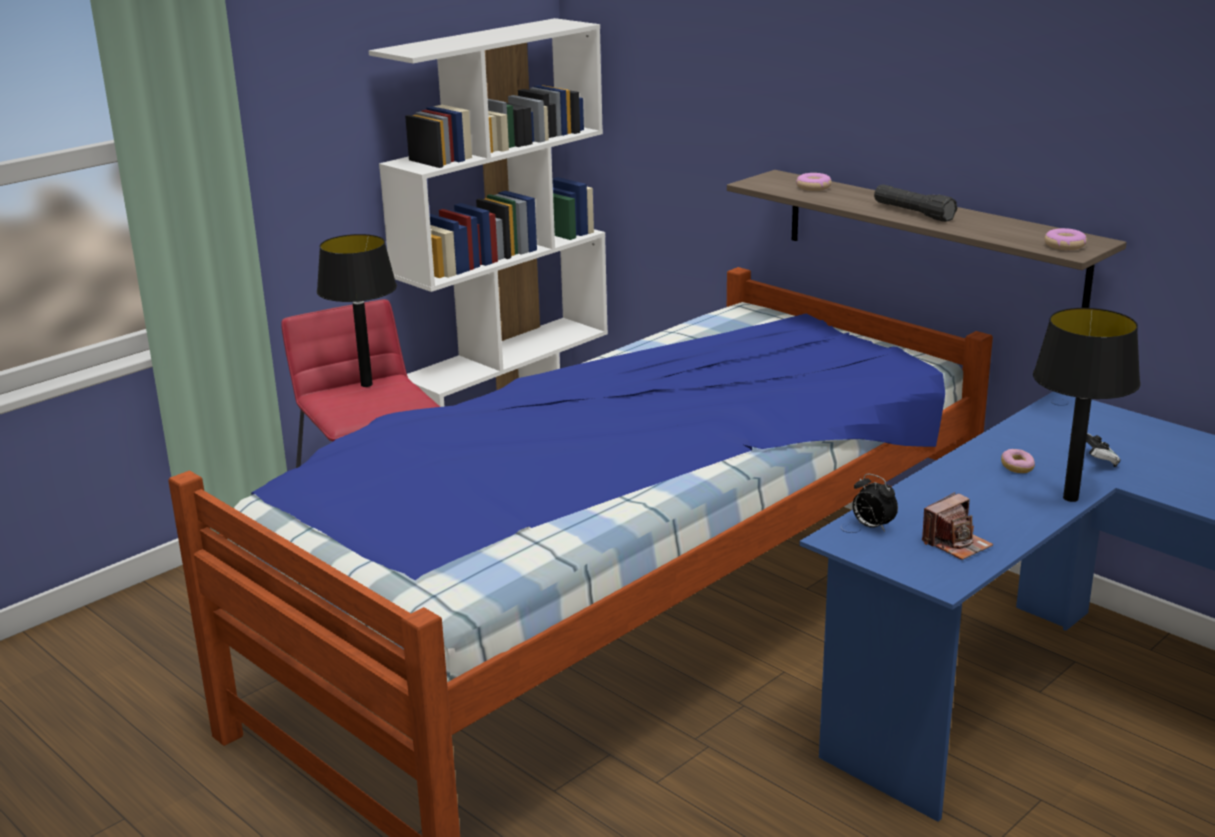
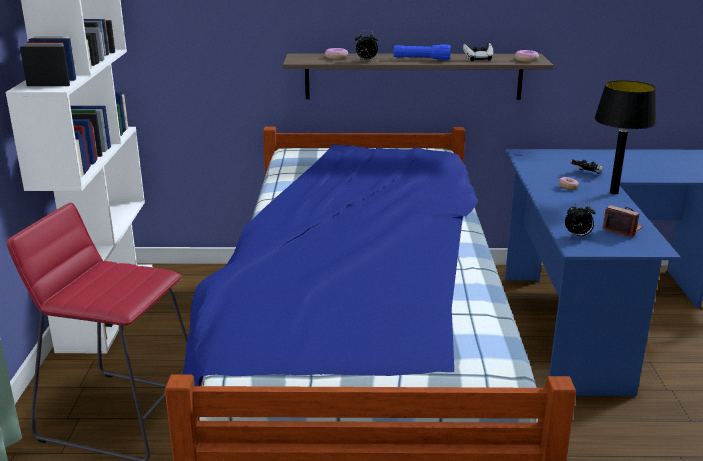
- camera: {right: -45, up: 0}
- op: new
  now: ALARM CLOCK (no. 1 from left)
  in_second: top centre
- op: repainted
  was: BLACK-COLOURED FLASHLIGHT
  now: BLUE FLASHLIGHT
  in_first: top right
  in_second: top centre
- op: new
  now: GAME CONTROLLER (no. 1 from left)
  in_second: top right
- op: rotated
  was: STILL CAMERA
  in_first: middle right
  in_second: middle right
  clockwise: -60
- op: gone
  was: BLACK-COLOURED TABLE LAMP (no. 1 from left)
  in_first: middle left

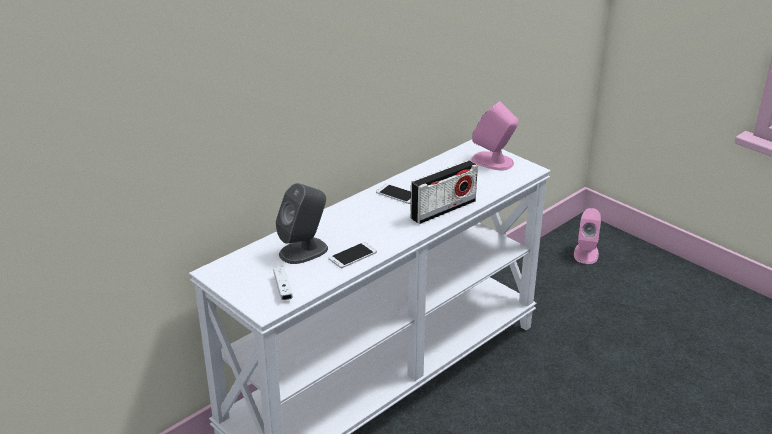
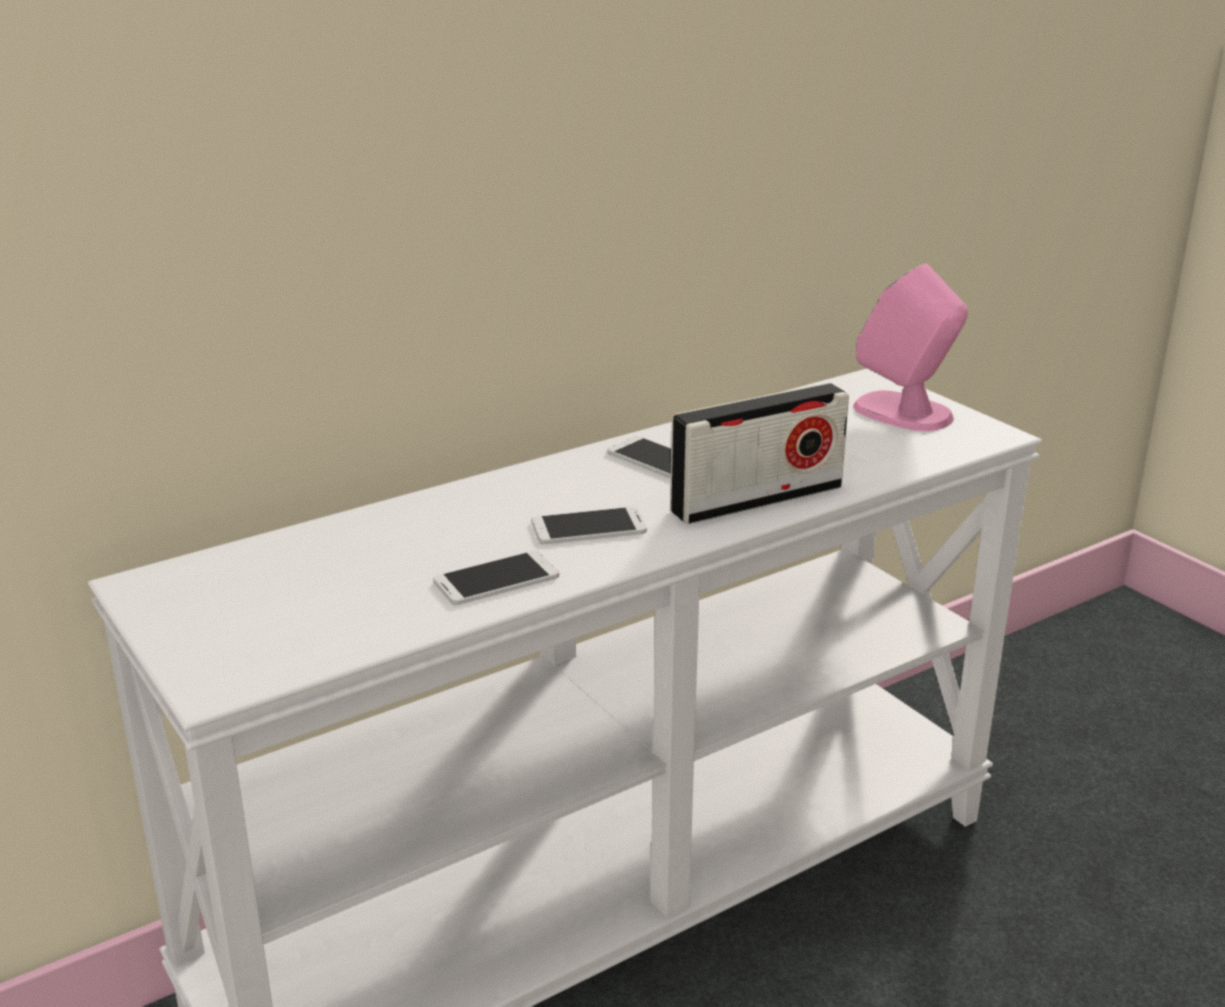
- camera: {right: 10, up: -5}
- op: new
  now: HANDSET (no. 2 from left)
  in_second: centre
- op: gone
  was: WHITISH GAME CONTROLLER
  in_first: centre
- op: gone
  was: GRAY SPEAKER
  in_first: centre
- op: gone
  was: PINKISH SPEAKER (no. 2 from left)
  in_first: middle right

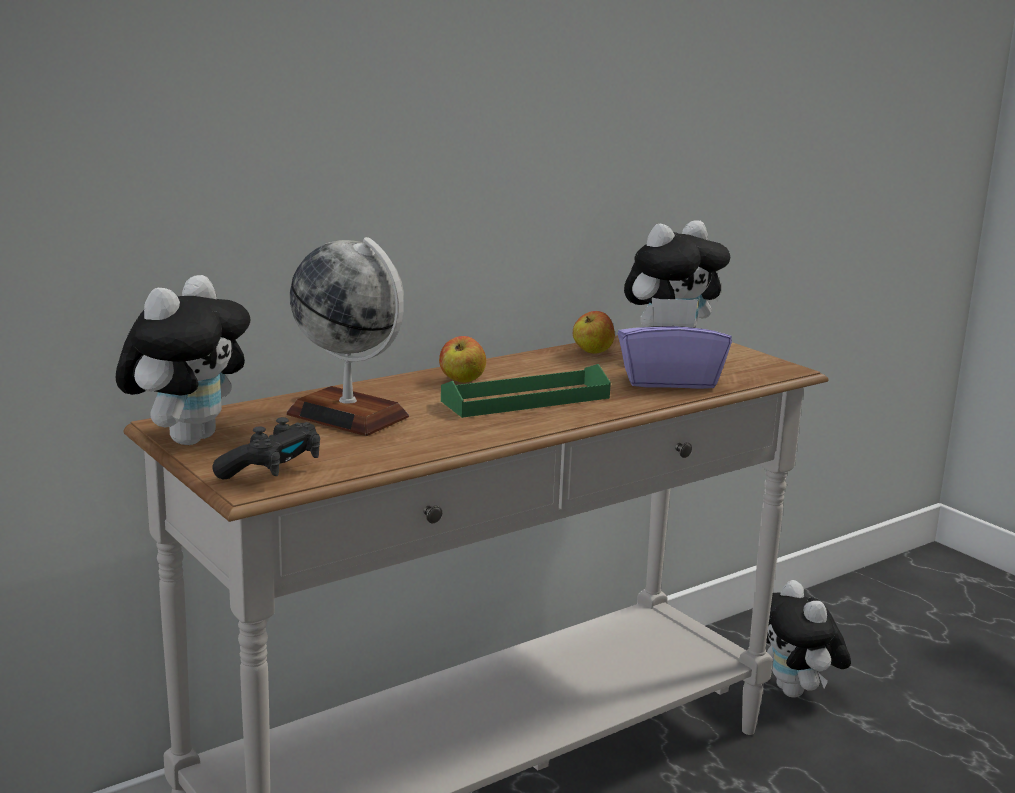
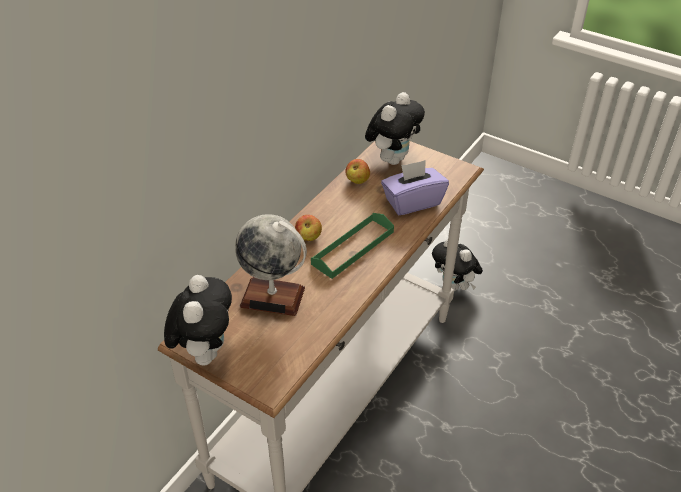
- camera: {right: -20, up: 25}
- op: gone
  was: BLACK-COLOURED GAME CONTROLLER
  in_first: middle left

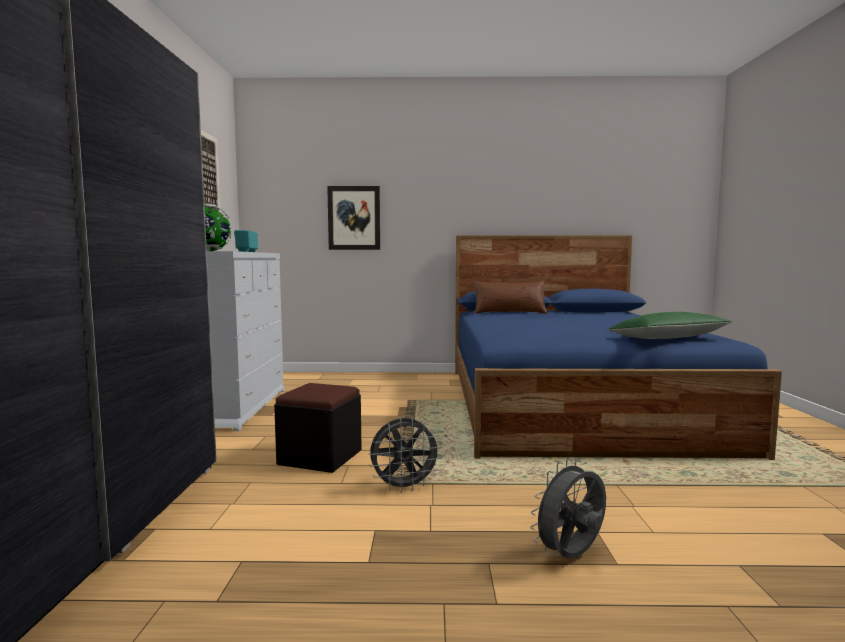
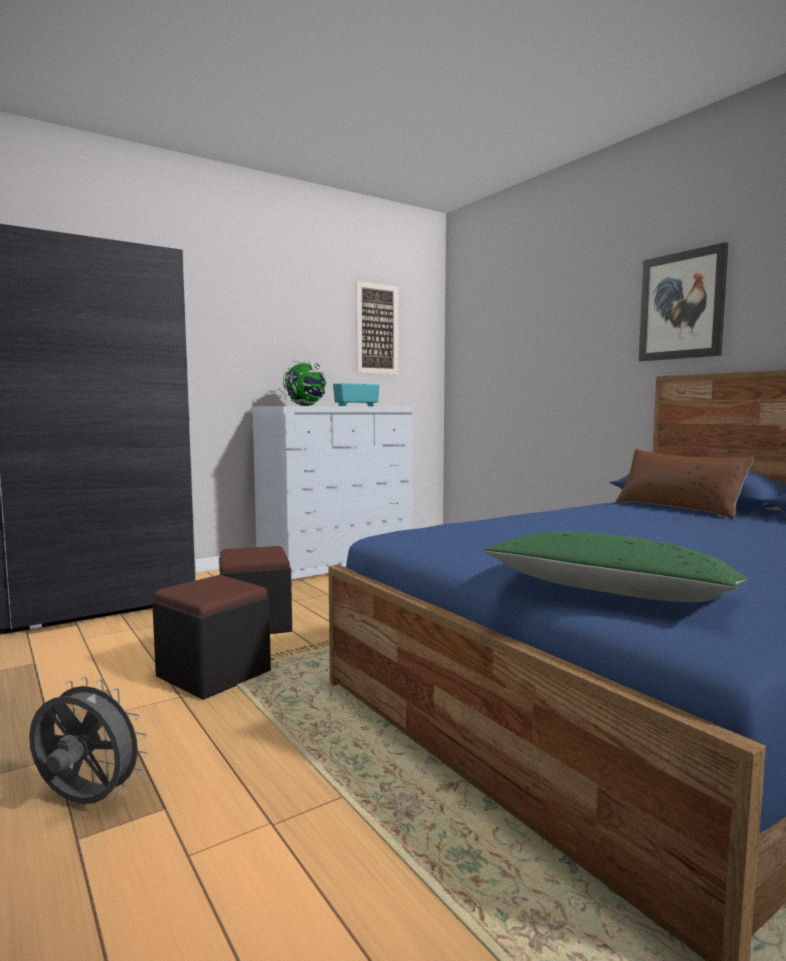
- camera: {right: 55, up: 0}
- op: swapped
  was: GRAY ELECTRIC FAN (no. 1 from left)
  now: BLACK-COLOURED FOOTREST (no. 1 from left)
  in_first: bottom centre
  in_second: middle left
- op: shifted
  was: WALL ART (no. 2 from left)
  in_first: centre
  in_second: top right

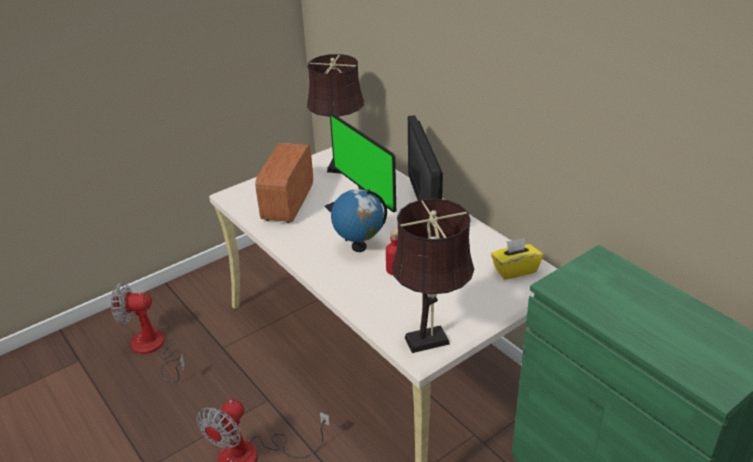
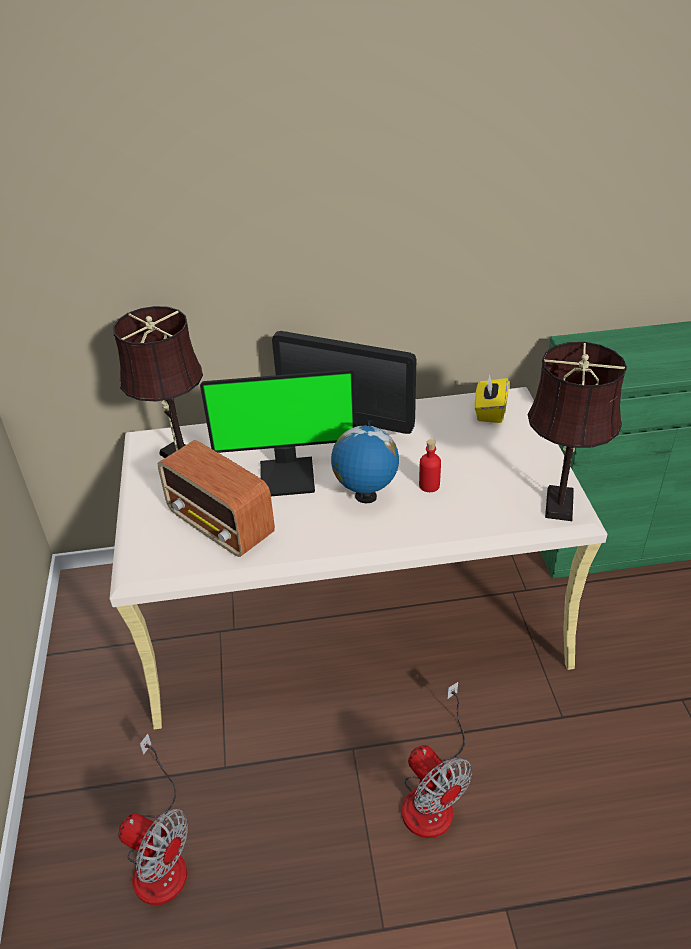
- camera: {right: -60, up: 5}
- op: rotated
  was: ELECTRIC FAN (no. 1 from left)
  in_first: bottom left
  in_second: bottom left
  clockwise: -90

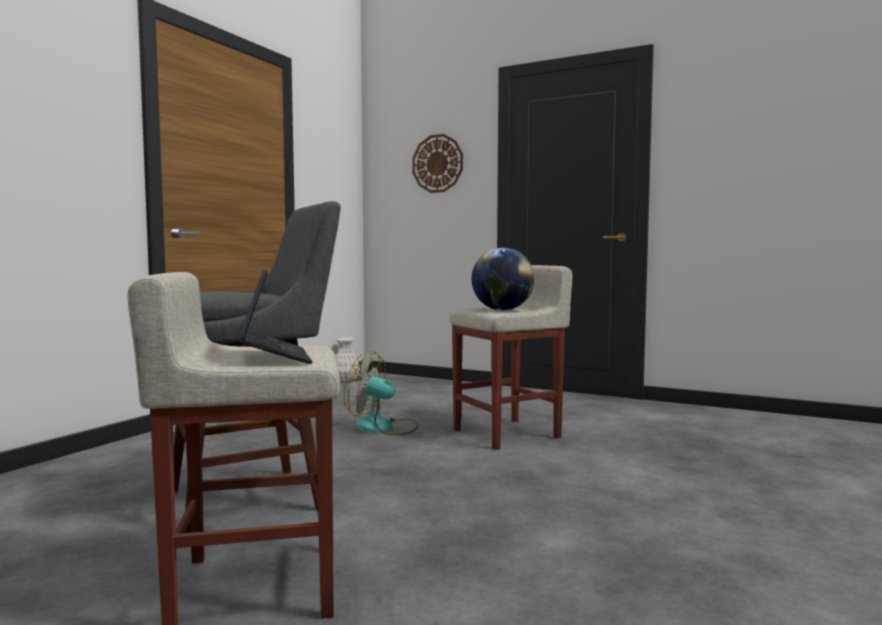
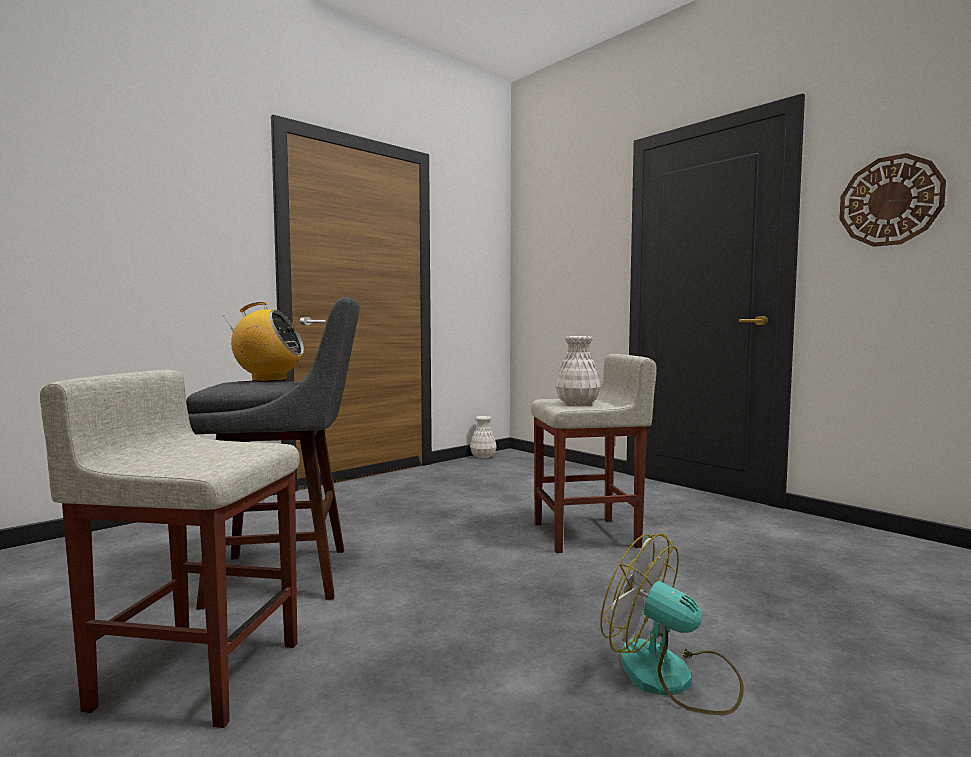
- camera: {right: 20, up: 0}
- op: new
  now: RADIO
  in_second: middle left
- op: swapped
  was: WORLD GLOBE
  now: WHITISH VASE (no. 2 from left)
  in_first: centre
  in_second: centre
- op: shifted
  was: ELECTRIC FAN
  in_first: centre
  in_second: bottom right
- op: shifted
  was: CLOCK ON THE WALL
  in_first: top centre
  in_second: top right
- op: gone
  was: NOTEBOOK COMPUTER
  in_first: middle left

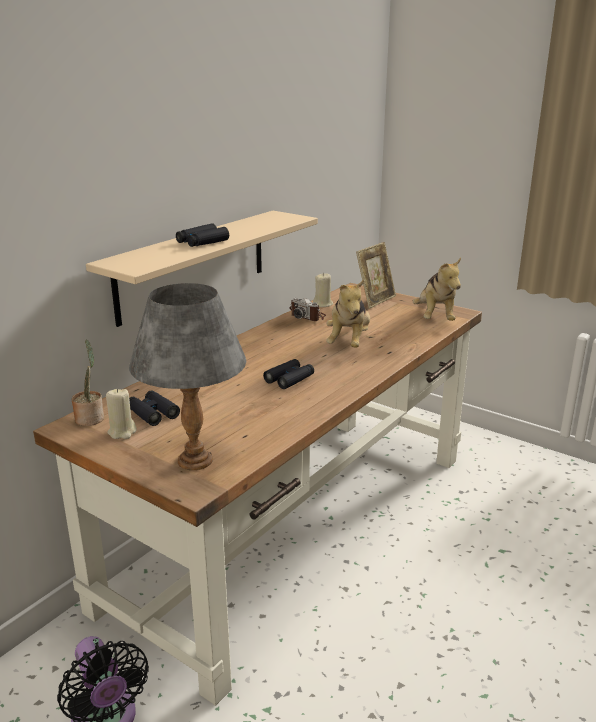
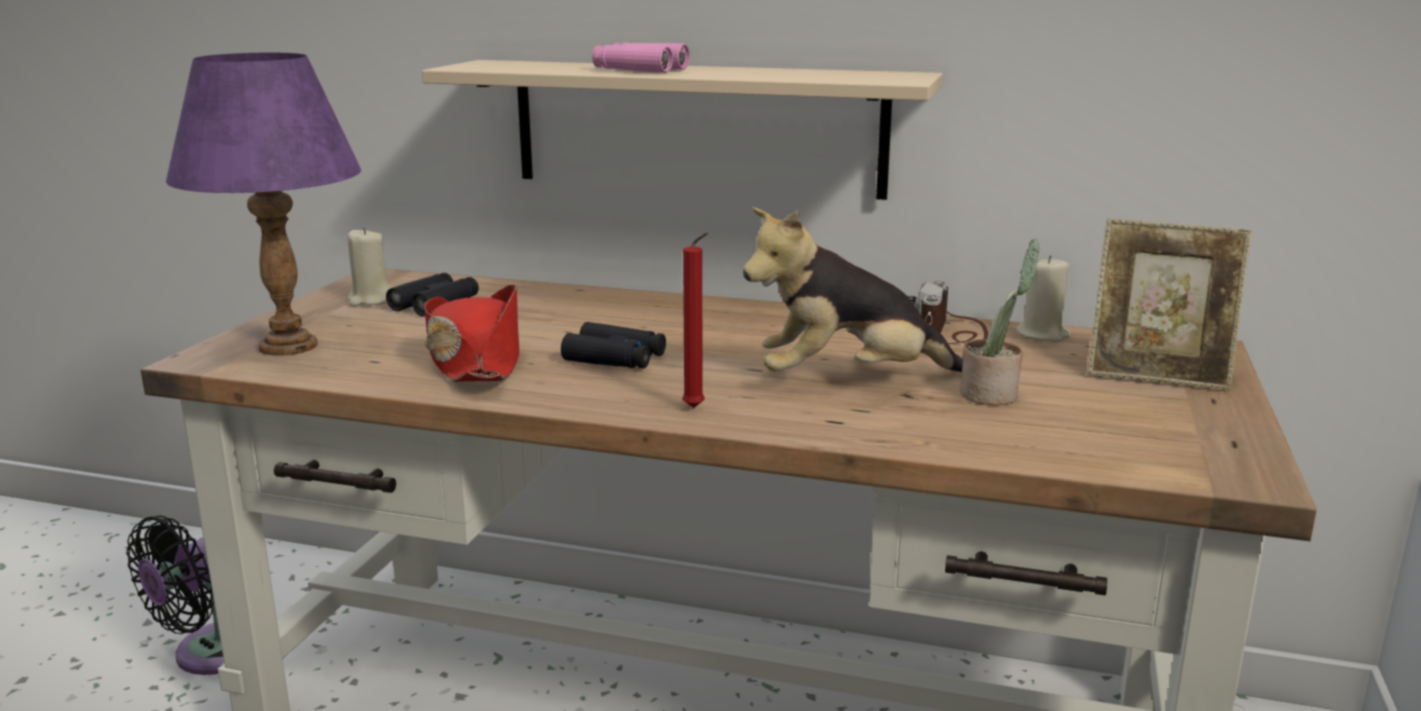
- camera: {right: 70, up: -5}
- op: repainted
  was: GRAY TABLE LAMP
  now: PURPLE TABLE LAMP
  in_first: middle left
  in_second: top left
- op: new
  now: REDDISH HAT
  in_second: middle left
- op: repainted
  was: BLACK-COLOURED BINOCULARS (no. 2 from left)
  now: PINKISH BINOCULARS
  in_first: top centre
  in_second: top centre
- op: new
  now: REDDISH WAX CANDLE
  in_second: centre
- op: shifted
  was: PLANT IN A POT
  in_first: middle left
  in_second: middle right
- op: gone
  was: SOFT TOY (no. 2 from left)
  in_first: middle right

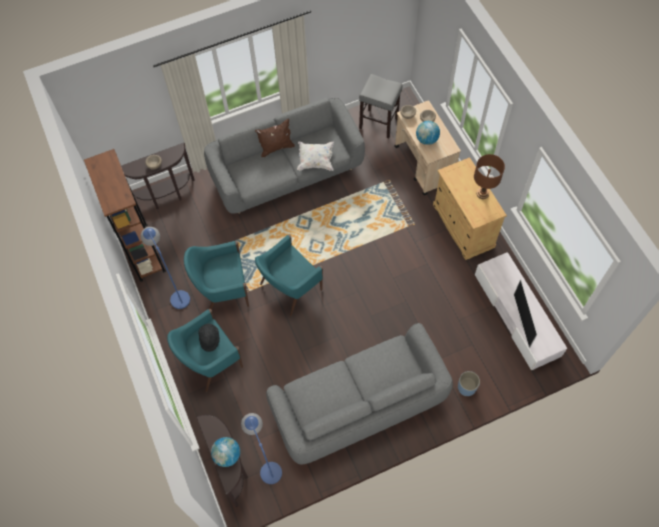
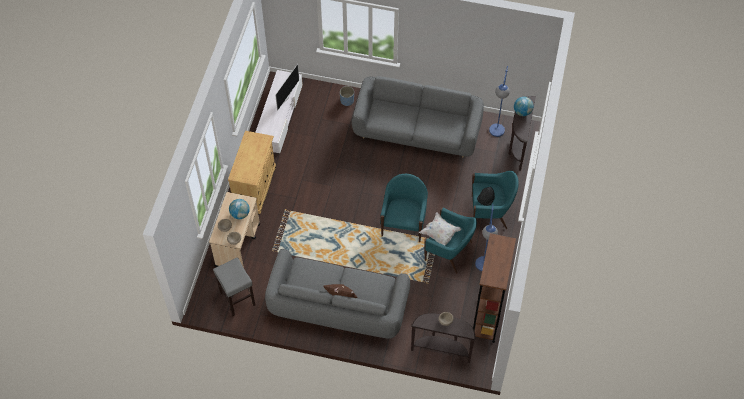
- camera: {right: -145, up: -5}
- op: rotated
  was: BLUE-GREEN ARMCHAIR (no. 3 from left in the first image)
  in_first: centre
  in_second: centre
  clockwise: -75
- op: shifted
  was: WHITISH THROW PILLOW
  in_first: top centre
  in_second: centre
- op: gone
  was: BROWN-COLOURED TABLE LAMP
  in_first: middle right

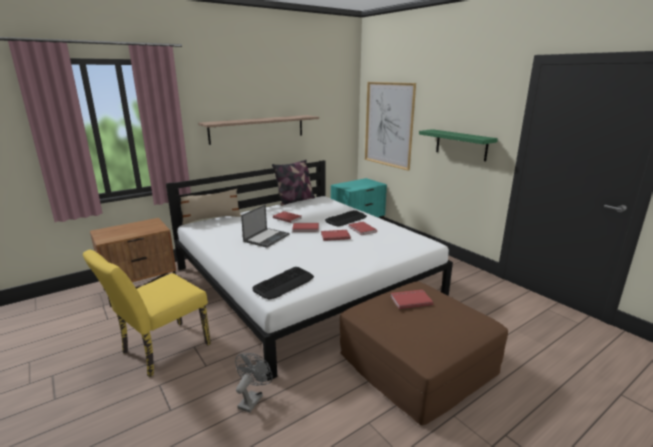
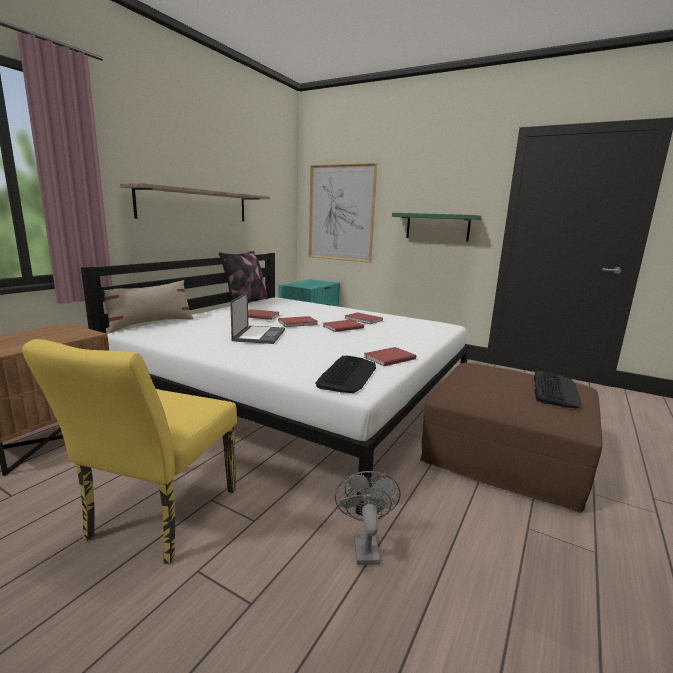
- camera: {right: -25, up: -5}
- op: shifted
  was: REDDISH BOUND BOOK (no. 5 from left)
  in_first: bottom centre
  in_second: centre
- op: shifted
  was: PC KEYBOARD (no. 2 from left)
  in_first: centre
  in_second: middle right

